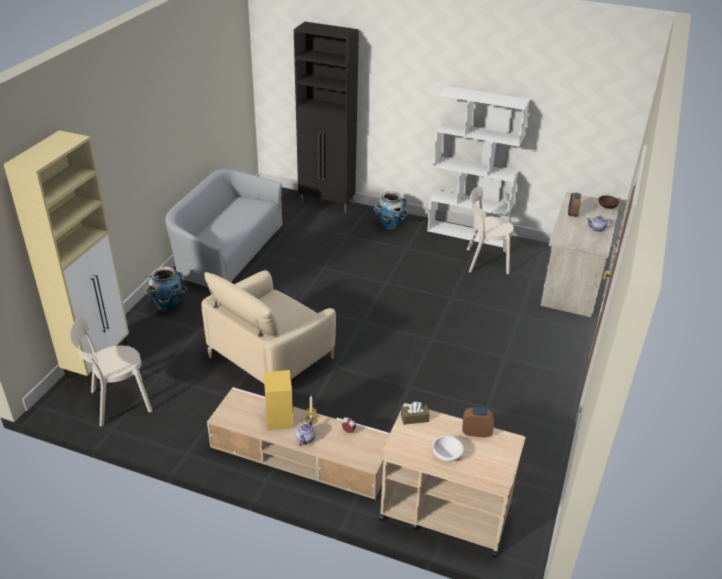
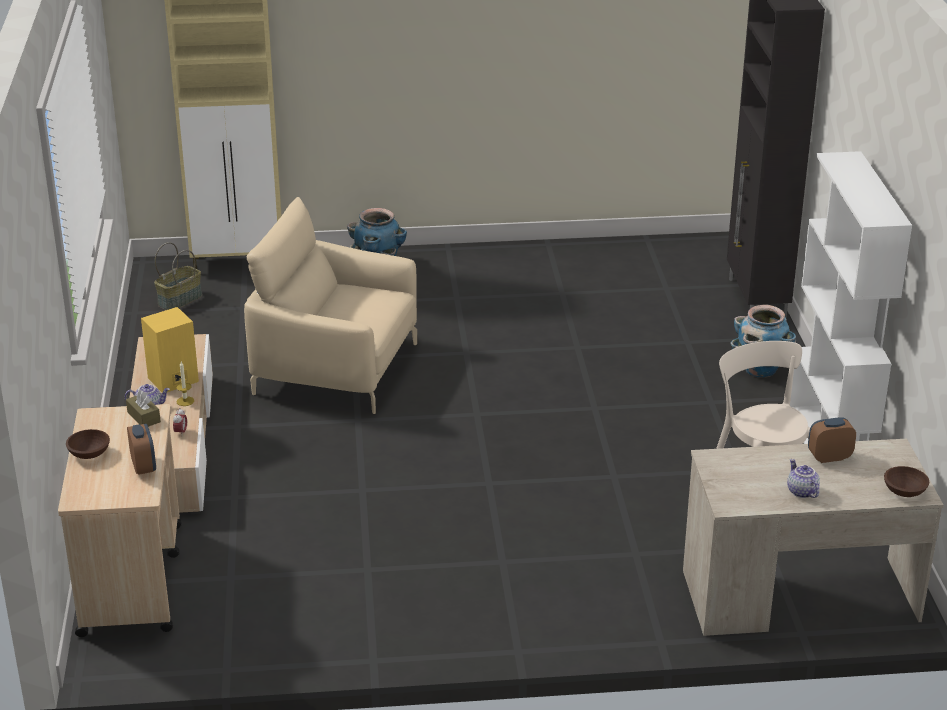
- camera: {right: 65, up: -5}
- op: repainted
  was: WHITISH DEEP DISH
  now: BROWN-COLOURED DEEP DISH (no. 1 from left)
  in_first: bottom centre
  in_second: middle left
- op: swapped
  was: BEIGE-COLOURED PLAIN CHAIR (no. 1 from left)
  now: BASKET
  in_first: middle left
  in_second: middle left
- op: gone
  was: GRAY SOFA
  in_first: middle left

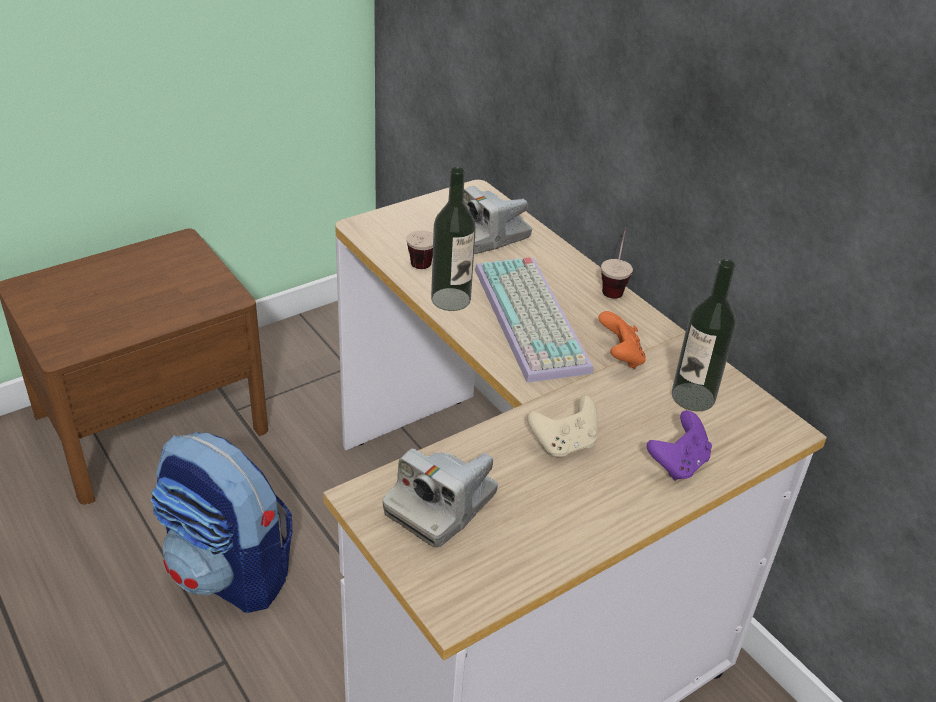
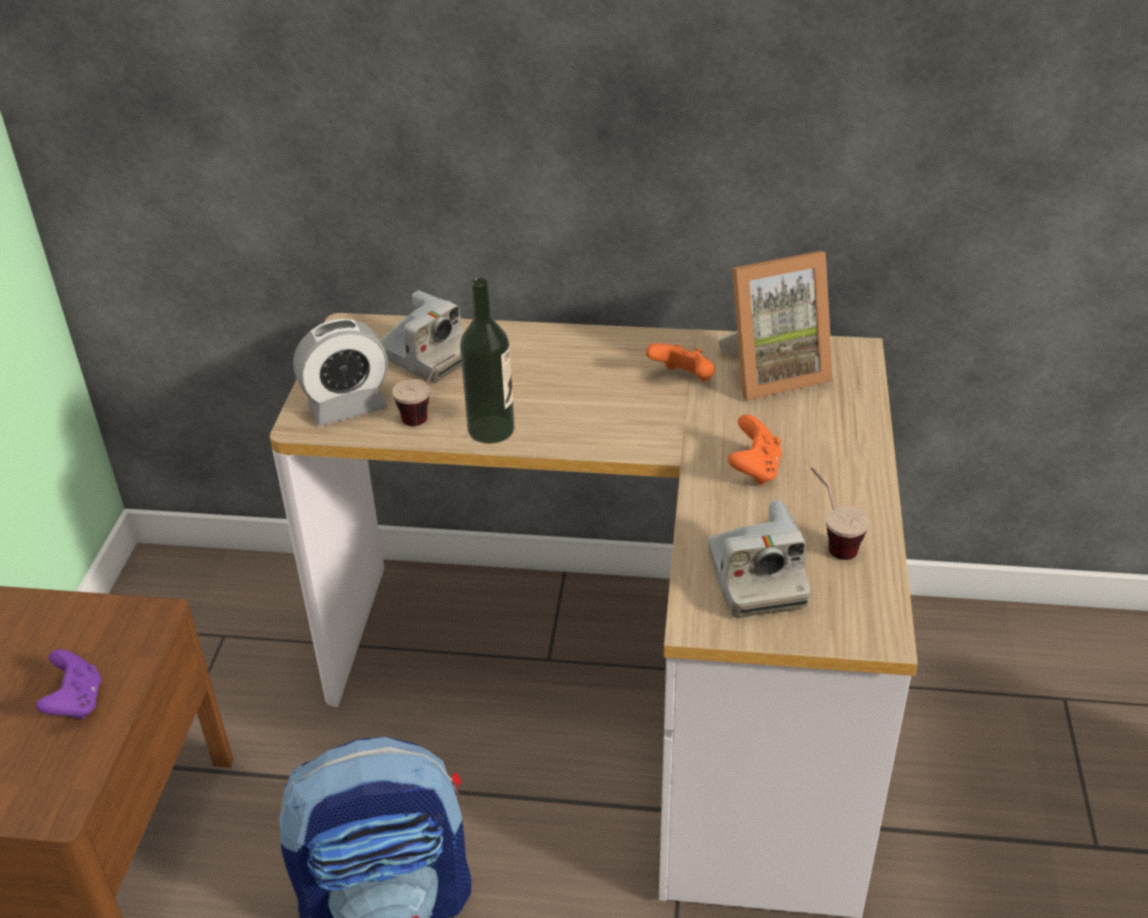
- camera: {right: -45, up: 0}
- op: shifted
  was: PURPLE GAME CONTROLLER
  in_first: middle right
  in_second: bottom left
- op: new
  now: ALARM CLOCK
  in_second: middle left
- op: rotated
  was: STILL CAMERA (no. 2 from left in the first image)
  in_first: top centre
  in_second: centre
  clockwise: -60
- op: swapped
  was: DRINK BOTTLE (no. 2 from left)
  now: PHOTO FRAME
  in_first: middle right
  in_second: middle right
- op: repainted
  was: BEIGE-COLOURED GAME CONTROLLER
  now: ORANGE-COLOURED GAME CONTROLLER (no. 2 from left)
  in_first: centre
  in_second: centre
- op: shifted
  was: DRINKING CUP (no. 2 from left)
  in_first: centre
  in_second: middle right
- op: gone
  was: PC KEYBOARD
  in_first: centre

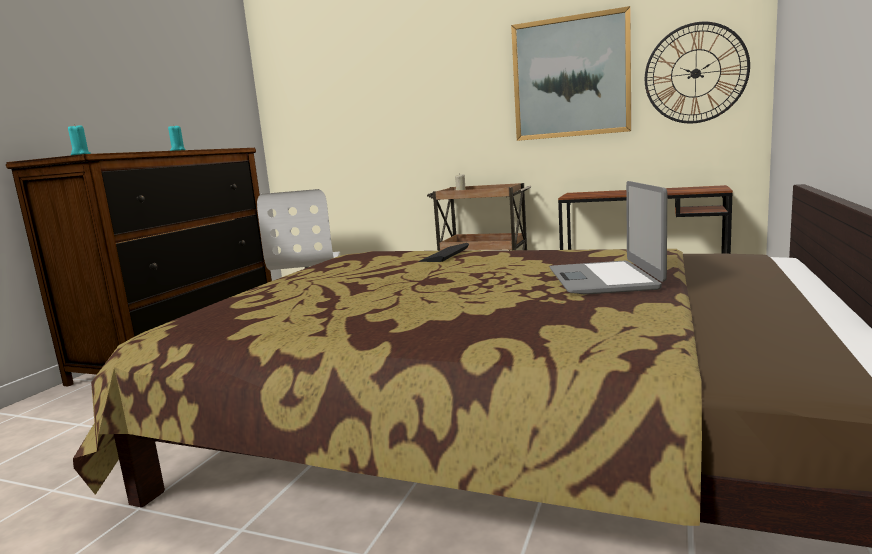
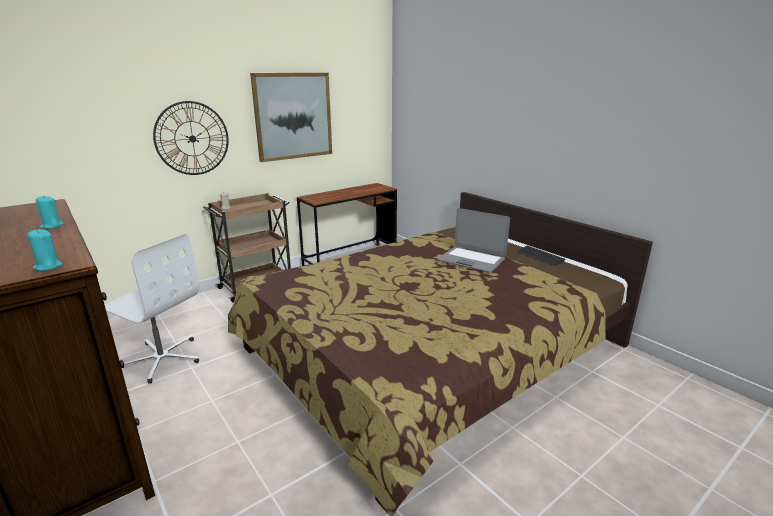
- camera: {right: -60, up: 10}
- op: shifted
  was: CLOCK ON THE WALL
  in_first: top right
  in_second: top left
- op: shifted
  was: PC KEYBOARD
  in_first: centre
  in_second: middle right

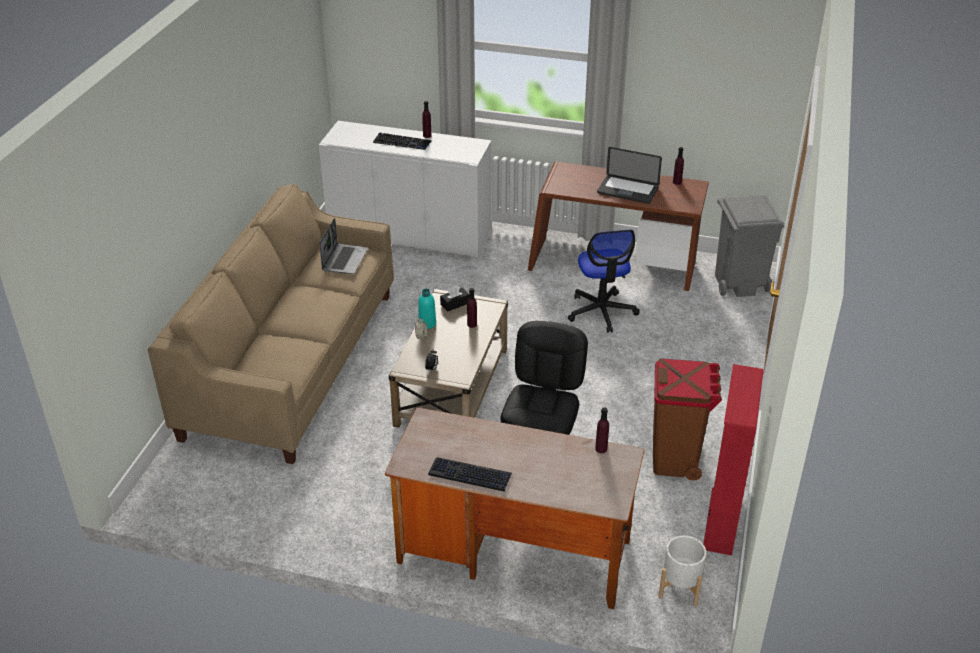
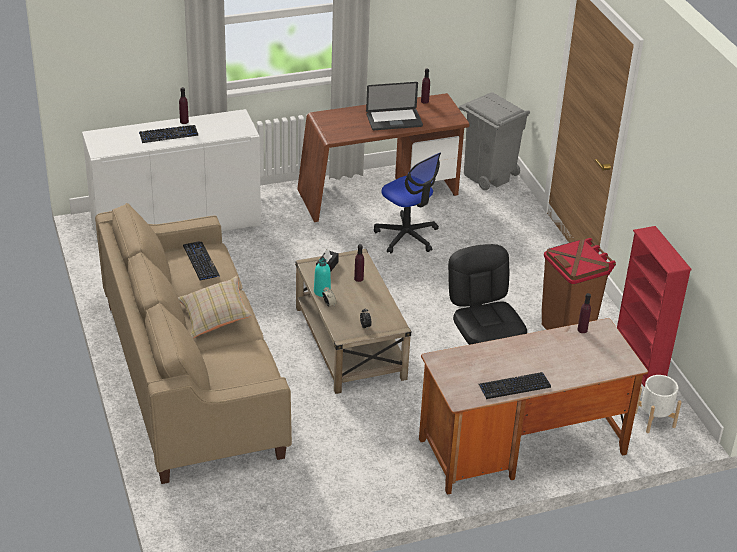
- camera: {right: -35, up: 0}
- op: new
  now: BEIGE-COLOURED THROW PILLOW
  in_second: middle left
- op: swapped
  was: NOTEBOOK COMPUTER (no. 1 from left)
  now: PC KEYBOARD (no. 2 from left)
  in_first: centre
  in_second: middle left

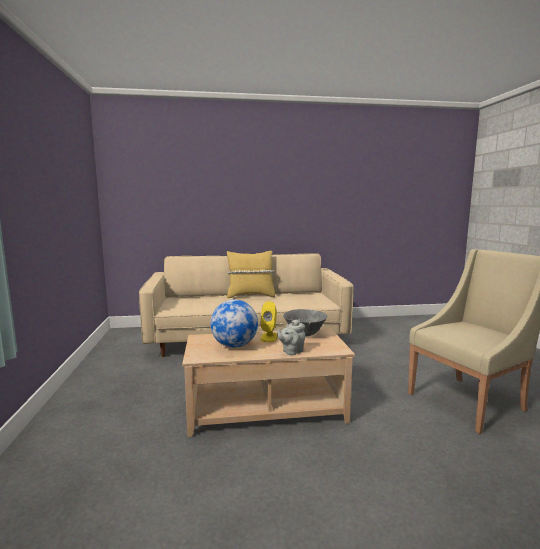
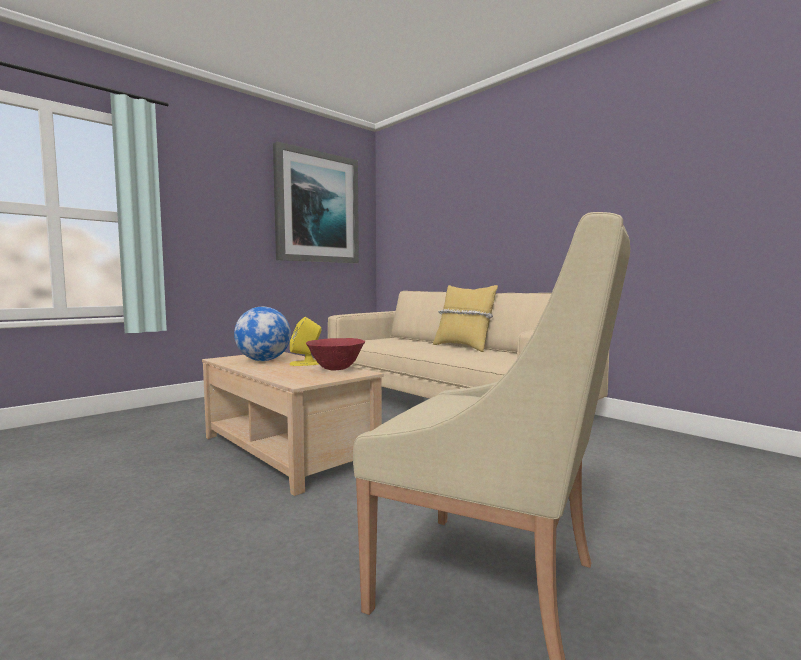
- camera: {right: 55, up: -5}
- op: new
  now: WALL ART
  in_second: top centre
- op: repainted
  was: GRAY DEEP DISH
  now: REDDISH DEEP DISH
  in_first: centre
  in_second: centre
- op: gone
  was: GRAY POT FOR TEA
  in_first: centre

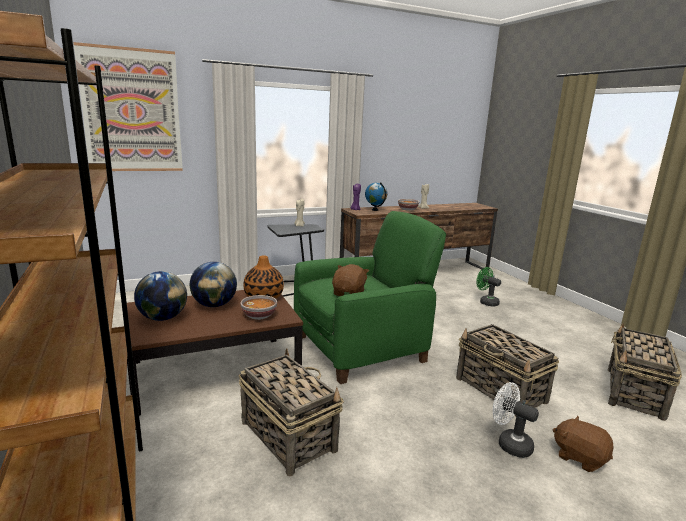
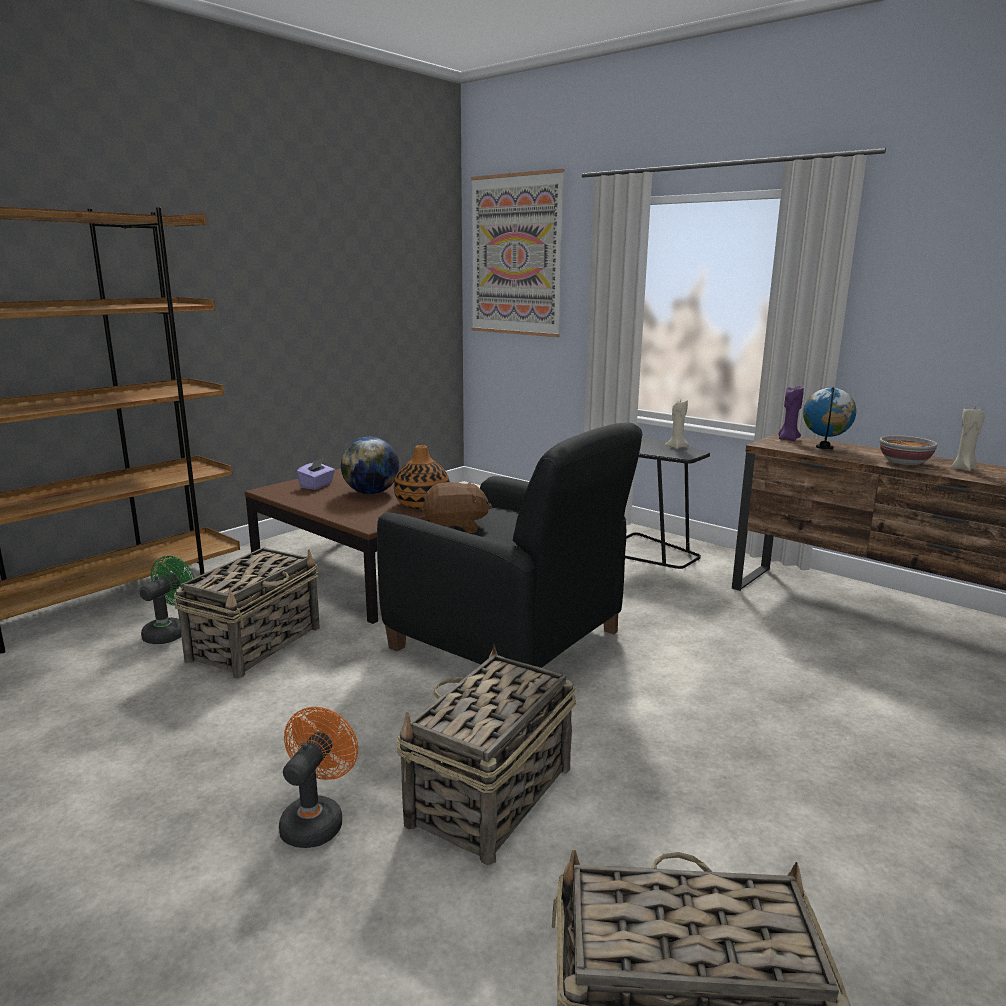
- camera: {right: 65, up: 0}
- op: shifted
  was: GREENISH ELECTRIC FAN
  in_first: middle right
  in_second: middle left
- op: repainted
  was: WHITISH ELECTRIC FAN
  now: ORANGE-COLOURED ELECTRIC FAN
  in_first: bottom right
  in_second: bottom left
- op: swapped
  was: WORLD GLOBE (no. 1 from left)
  now: PURPLE TISSUE HOLDER
  in_first: middle left
  in_second: middle left
- op: repainted
  was: GREENISH ARMCHAIR
  now: BLACK-COLOURED ARMCHAIR
  in_first: centre
  in_second: centre
- op: gone
  was: DEEP DISH (no. 1 from left)
  in_first: centre
- op: gone
  was: BROWN-COLOURED SOFT TOY (no. 2 from left)
  in_first: bottom right

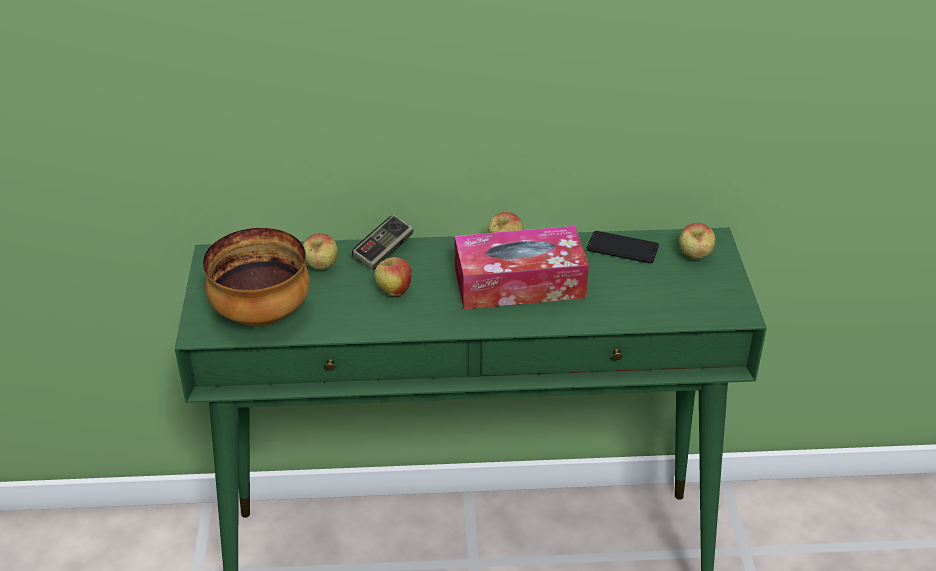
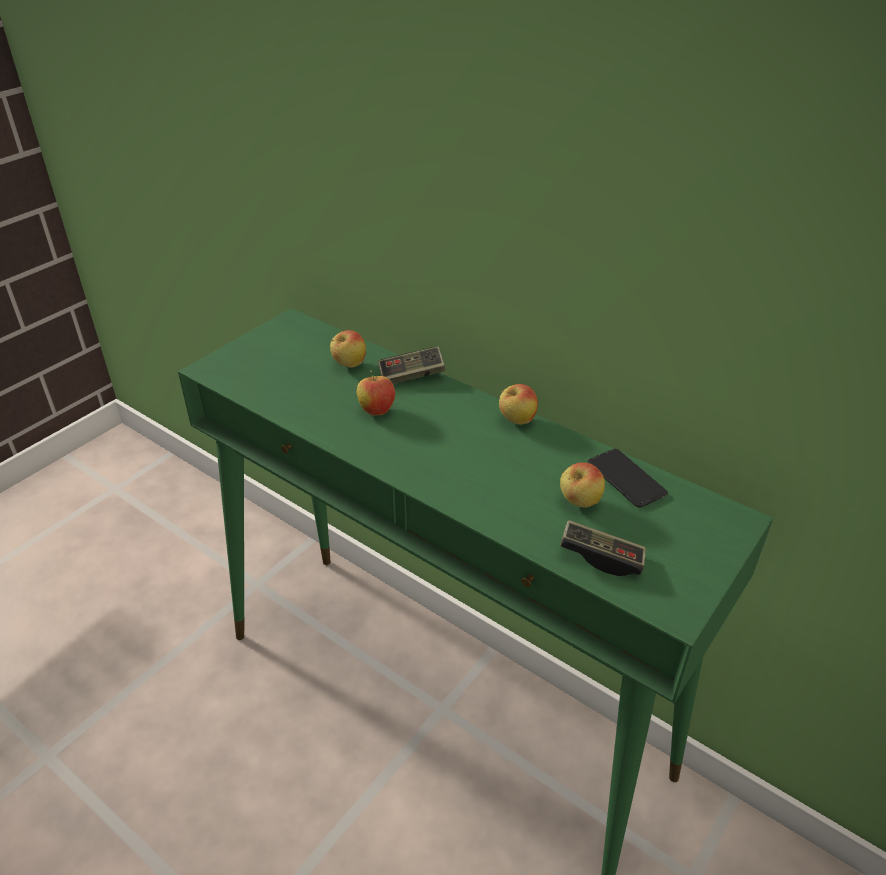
- camera: {right: 40, up: 0}
- op: shifted
  was: WHOLE APPLE (no. 4 from left)
  in_first: middle right
  in_second: centre
- op: new
  now: GAME CONTROLLER (no. 2 from left)
  in_second: middle right
- op: gone
  was: DEEP DISH
  in_first: middle left
- op: gone
  was: TISSUE HOLDER
  in_first: centre

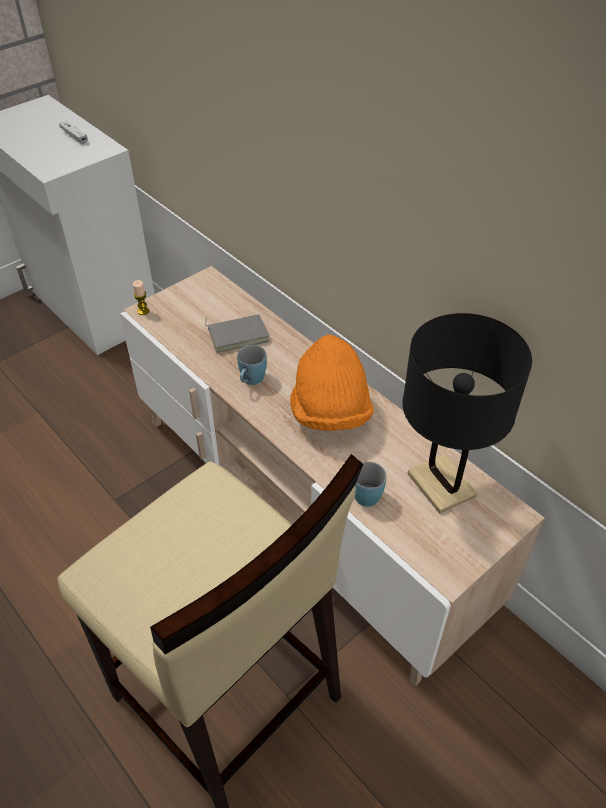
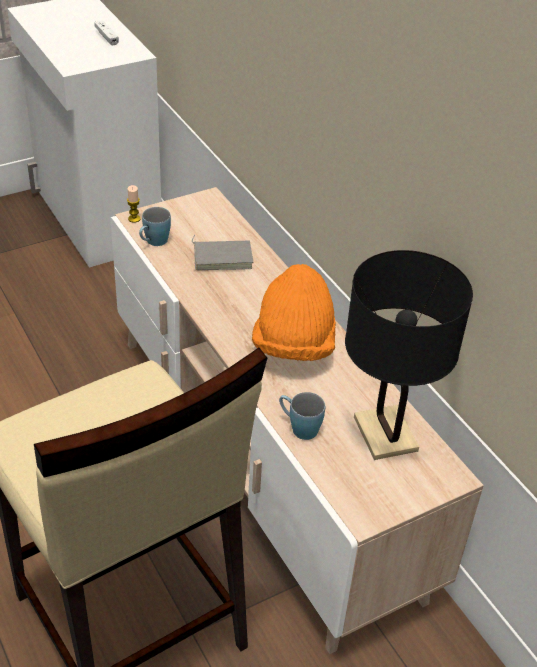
- camera: {right: 10, up: -5}
- op: shifted
  was: BLUE MUG (no. 1 from left)
  in_first: centre
  in_second: middle left

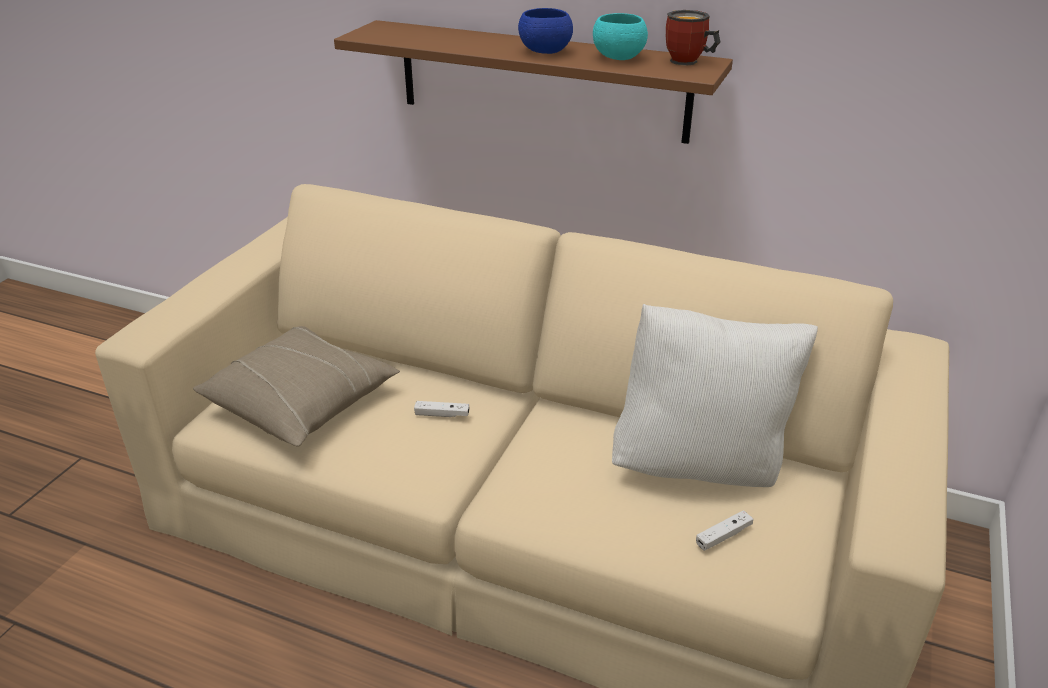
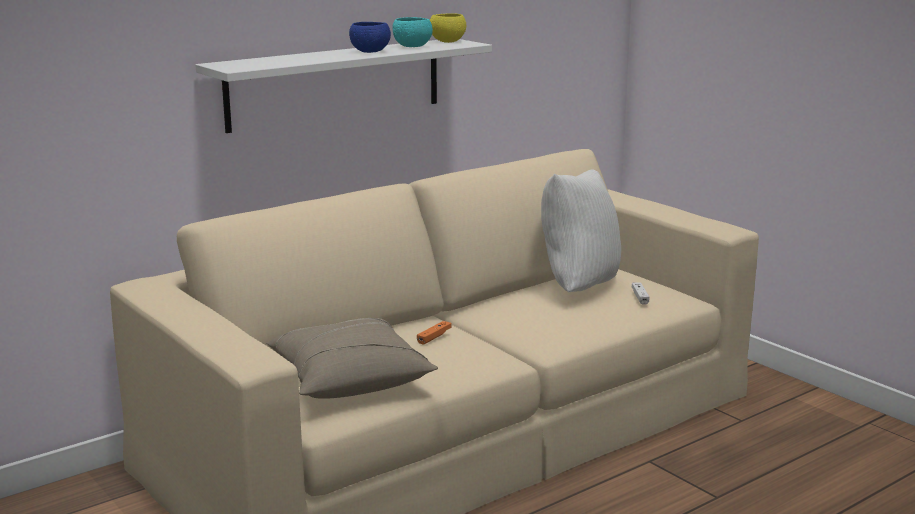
- camera: {right: -60, up: -15}
- op: repainted
  was: BROWN-COLOURED BRACKET SHELF
  now: WHITISH BRACKET SHELF
  in_first: top centre
  in_second: top centre
- op: repainted
  was: WHITISH GAME CONTROLLER (no. 1 from left)
  now: ORANGE-COLOURED GAME CONTROLLER
  in_first: centre
  in_second: centre
- op: swapped
  was: MUG
  now: YELLOWISH DEEP DISH
  in_first: top centre
  in_second: top centre

